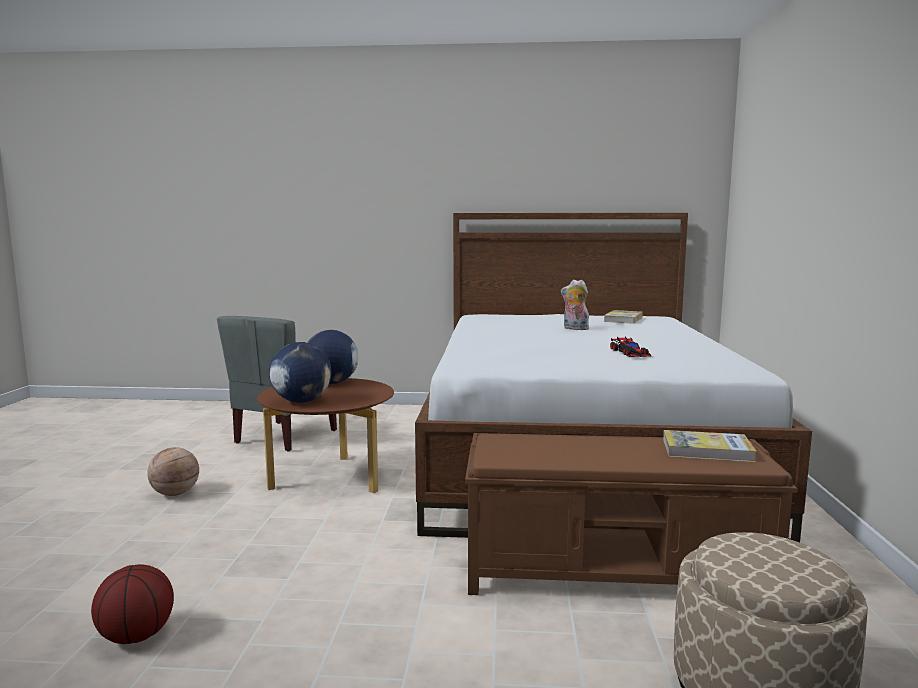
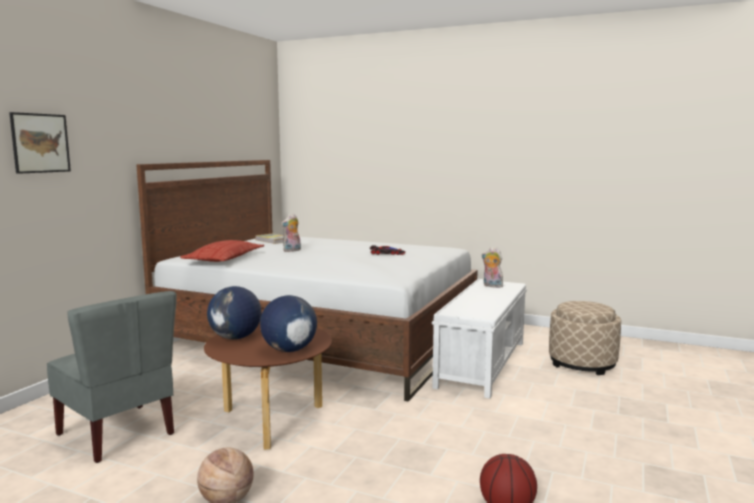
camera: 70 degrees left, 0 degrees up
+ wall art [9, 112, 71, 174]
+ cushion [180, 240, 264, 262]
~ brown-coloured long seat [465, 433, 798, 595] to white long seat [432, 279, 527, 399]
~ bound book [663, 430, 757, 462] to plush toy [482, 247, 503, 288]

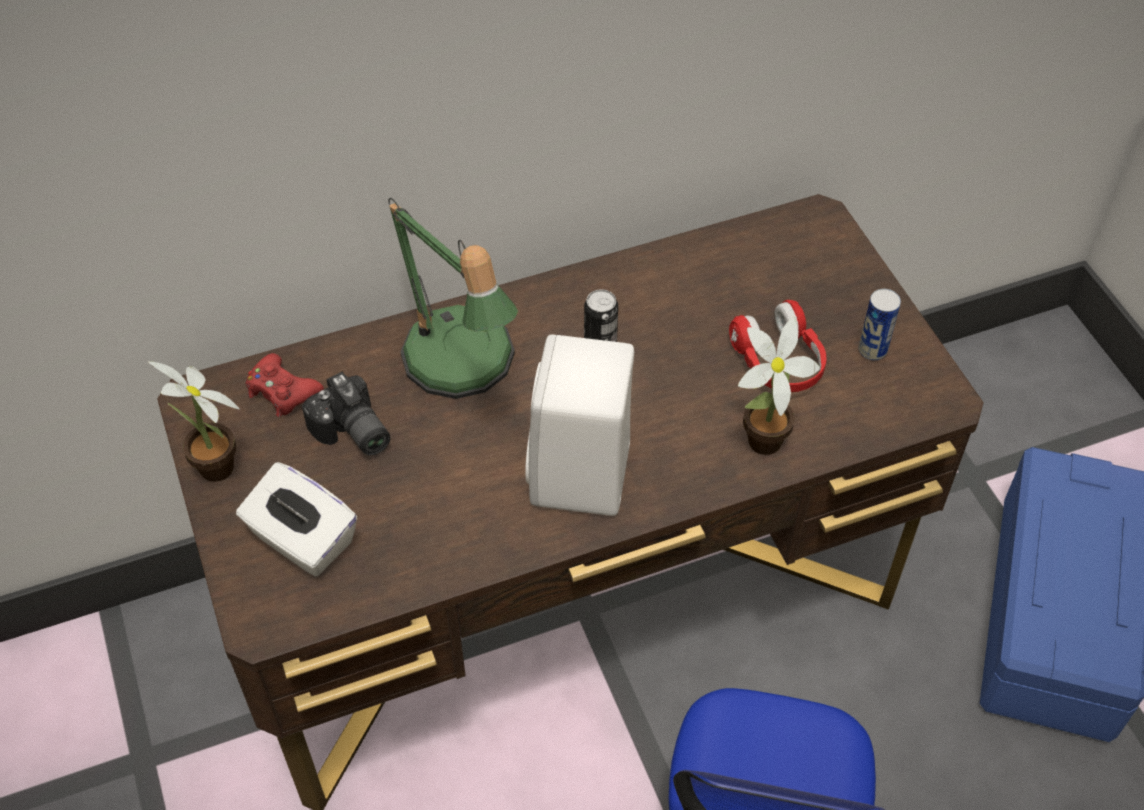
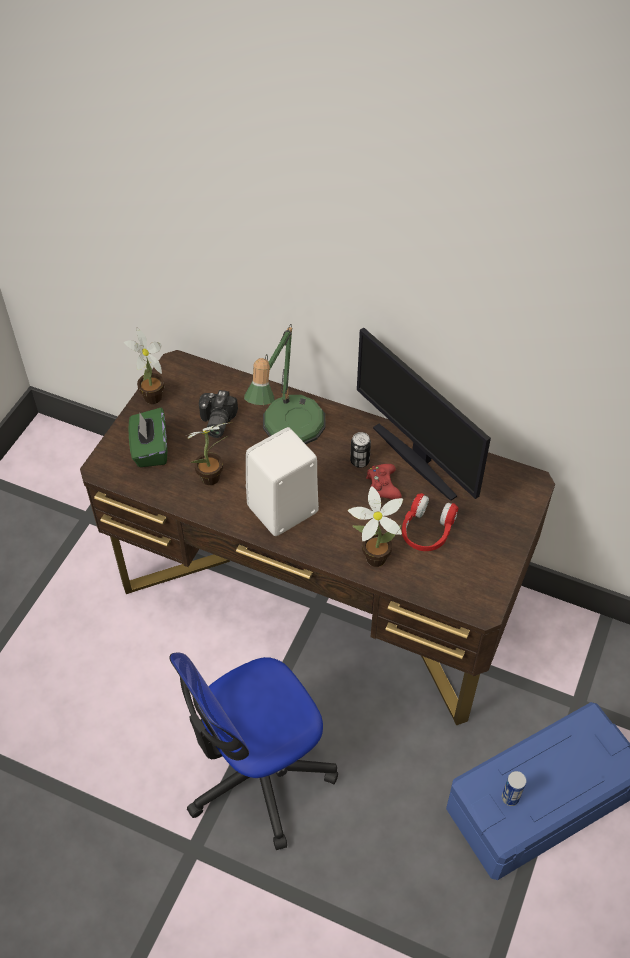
camera: 45 degrees right, 0 degrees up
~ white tissue holder [236, 462, 357, 577] to green tissue holder [129, 408, 167, 467]
+ plant in a pot [186, 422, 233, 485]
+ computer screen [357, 328, 491, 501]
~ reddish game controller [245, 353, 324, 417] to [366, 464, 402, 500]
~ can [858, 289, 901, 360] to [502, 771, 526, 806]

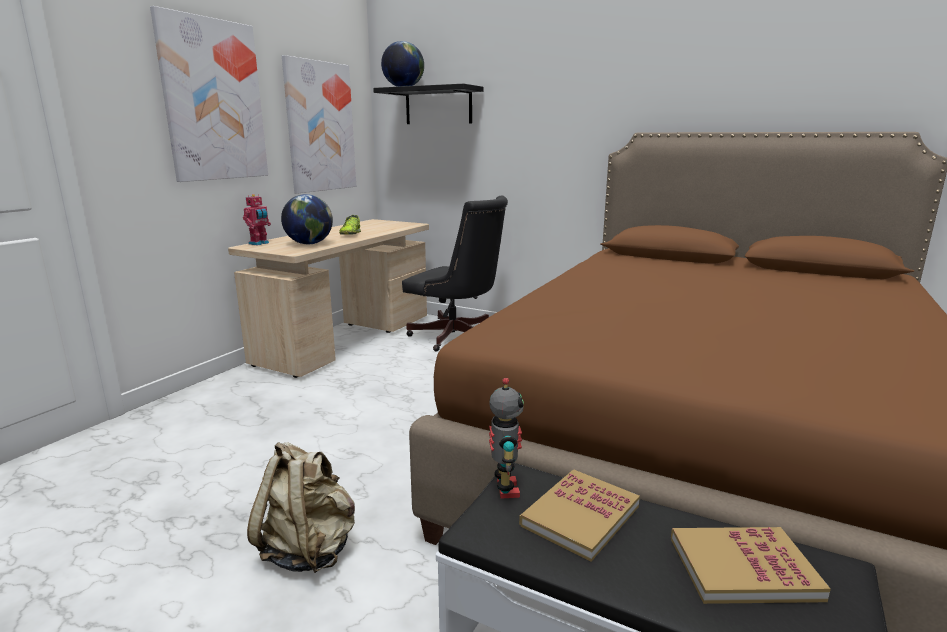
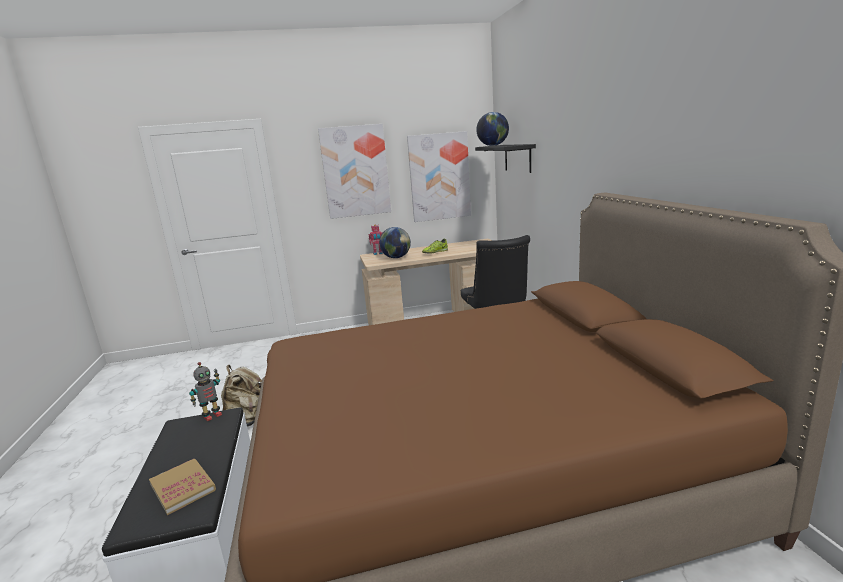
camera: 50 degrees right, 0 degrees up
- bound book [519, 470, 640, 562]

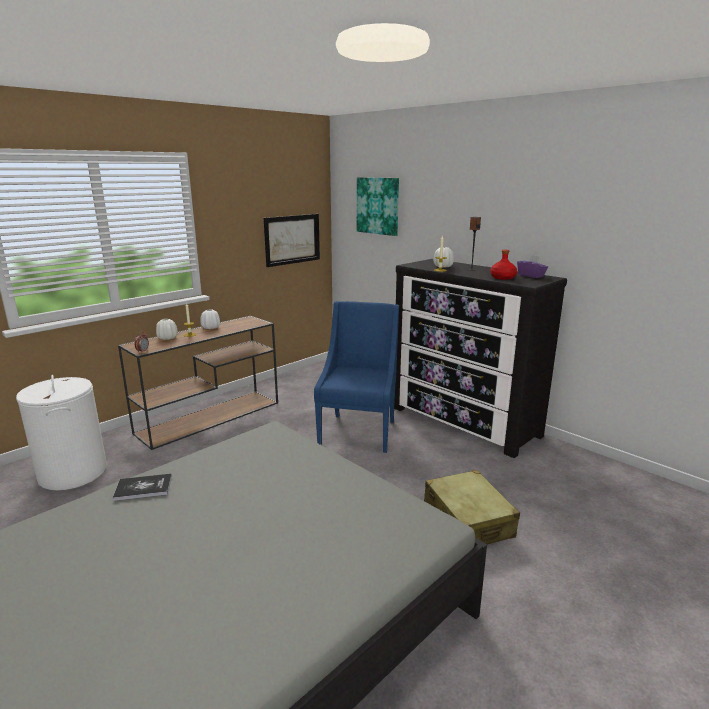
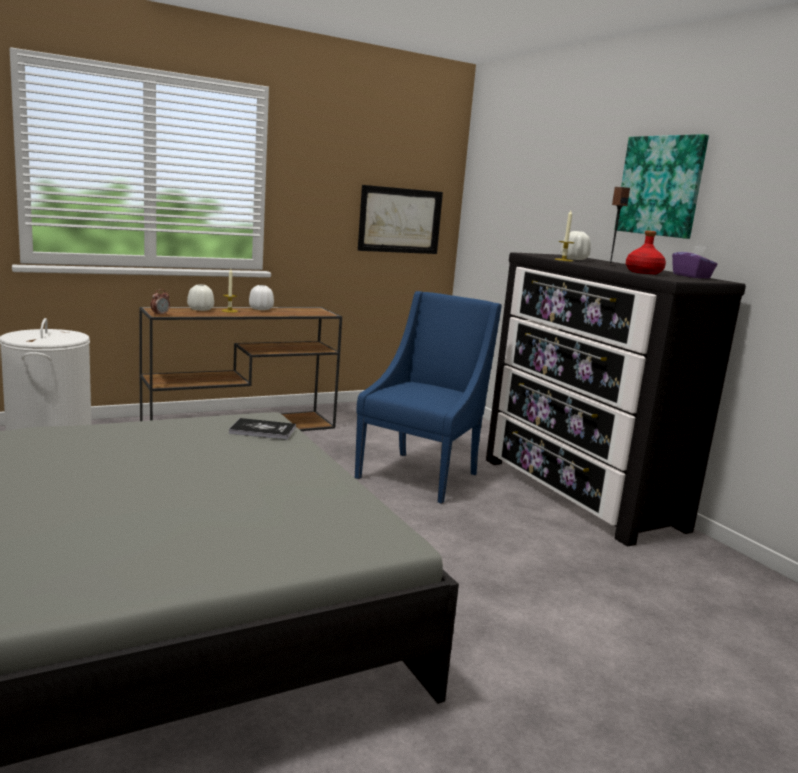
camera: 15 degrees right, 5 degrees down
~ bound book [113, 474, 172, 501] to [229, 418, 296, 440]
~ wall art [357, 177, 399, 236] to [614, 134, 709, 239]
- beige-coloured travel case [424, 470, 520, 545]

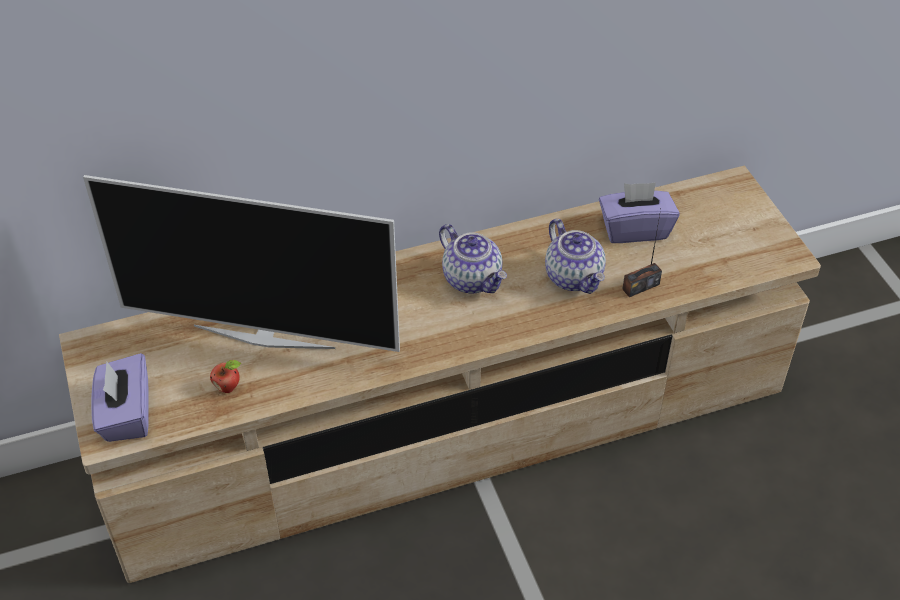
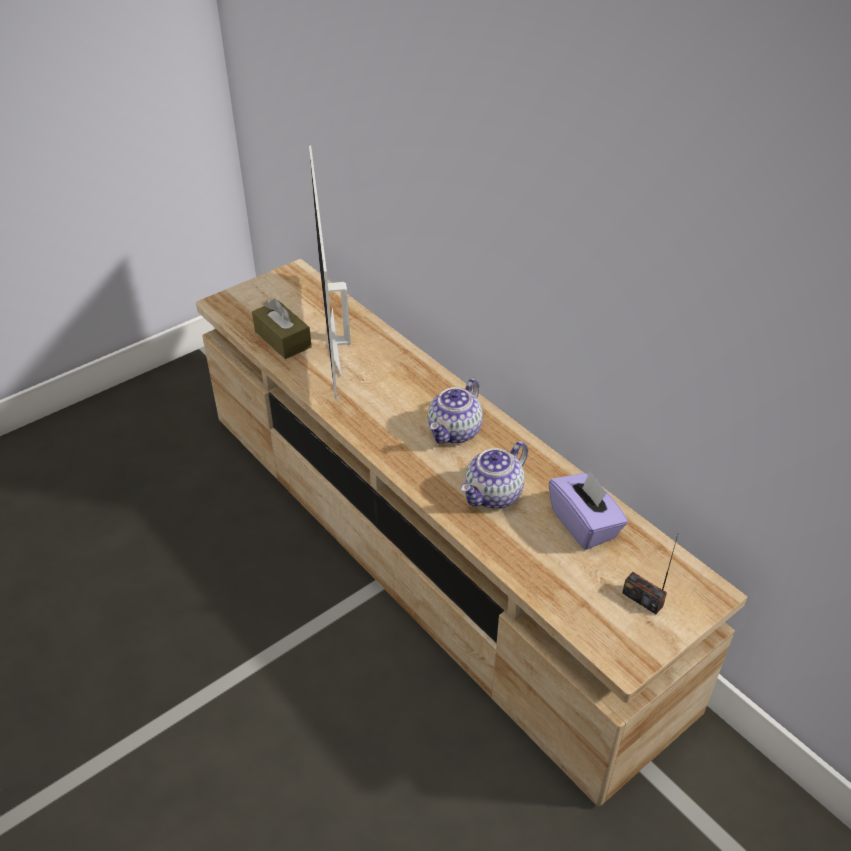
camera: 70 degrees right, 5 degrees down
~ apple fruit [210, 360, 241, 393] to brown-coloured tissue holder [252, 299, 312, 359]
~ radio receiver [622, 210, 662, 297] to [622, 535, 678, 614]
- purple tissue holder [91, 353, 149, 442]

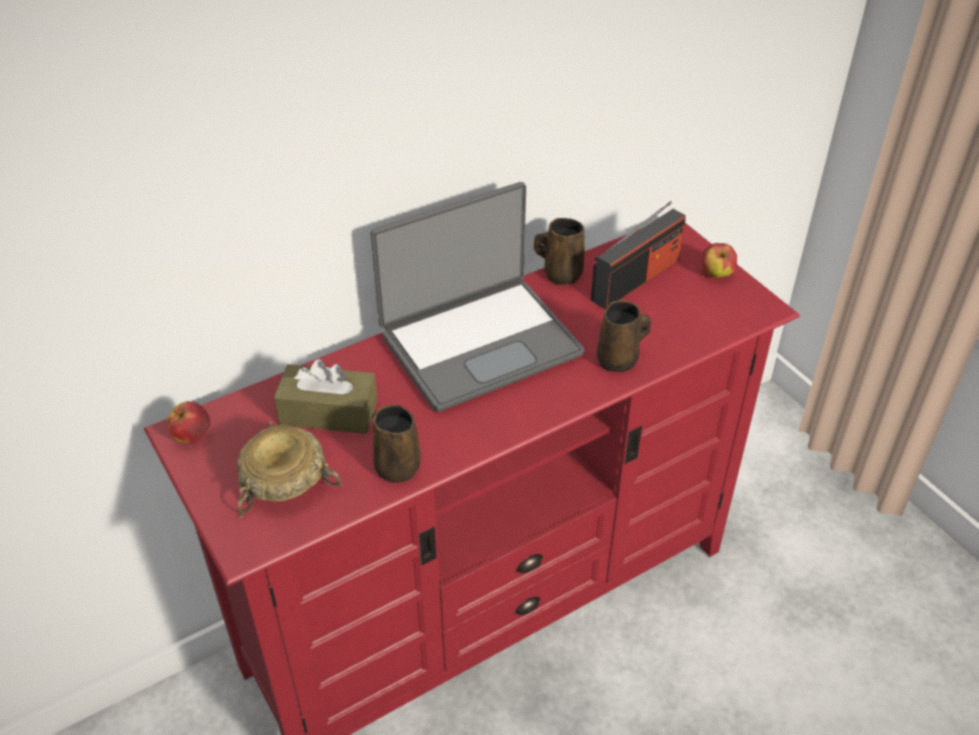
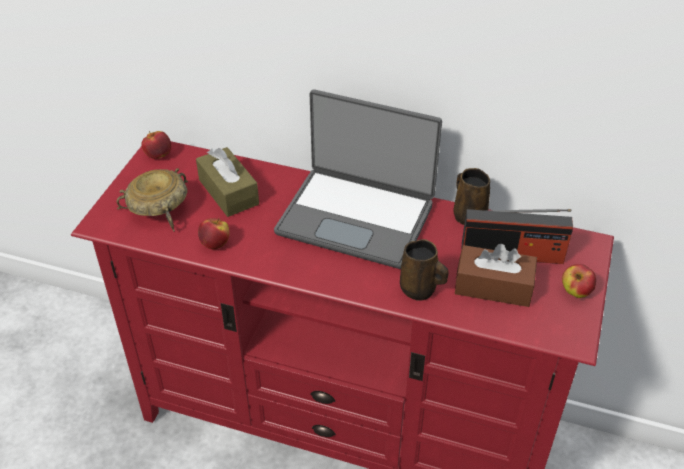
camera: 50 degrees right, 0 degrees up
~ brown-coloured coffee mug [372, 404, 421, 483] to apple fruit [198, 218, 229, 249]
+ brown-coloured tissue holder [455, 244, 537, 307]

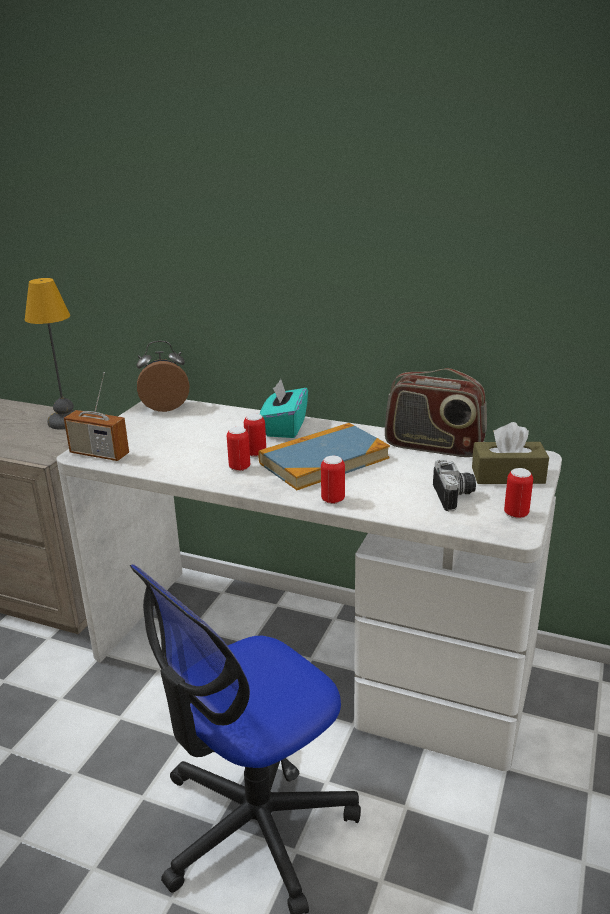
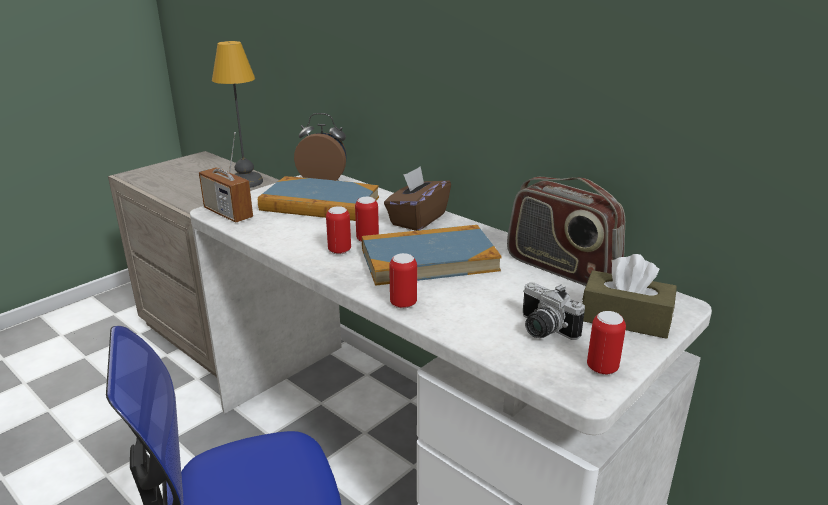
camera: 20 degrees right, 0 degrees up
+ bound book [258, 176, 379, 221]
~ turquoise tissue holder [260, 379, 308, 438] to brown-coloured tissue holder [384, 166, 451, 231]
~ still camera [433, 459, 476, 511] = [523, 283, 585, 340] 120 degrees clockwise

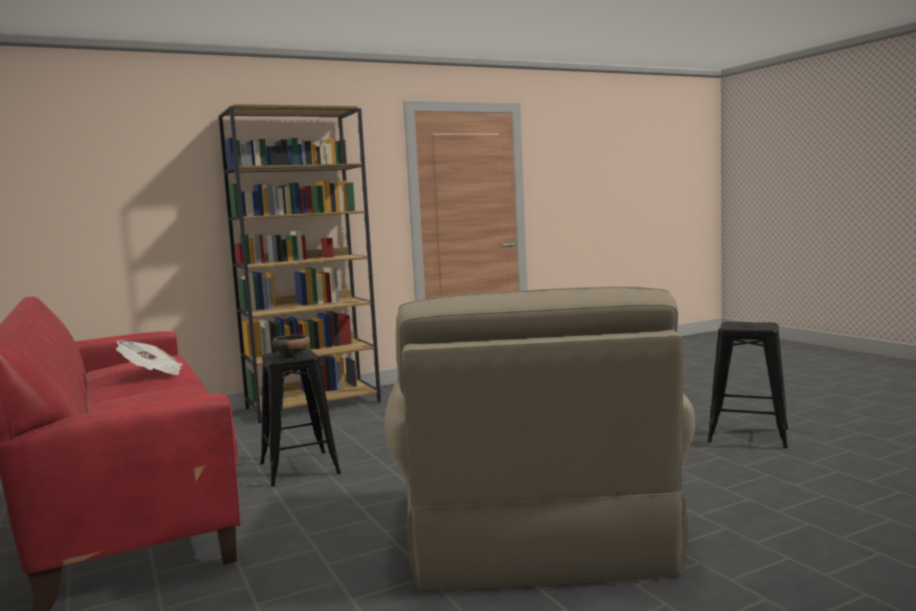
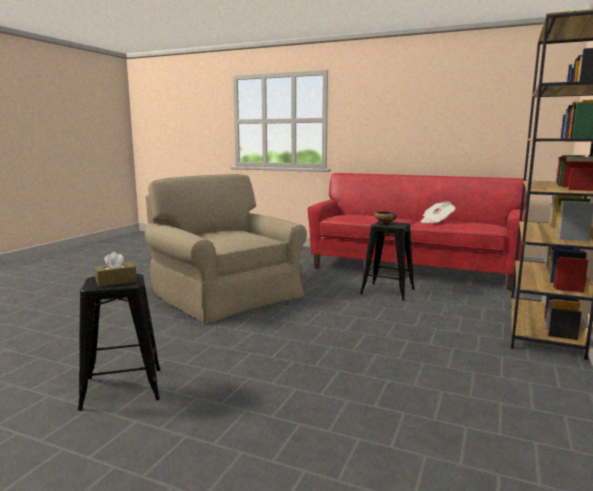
camera: 140 degrees right, 5 degrees up
+ brown-coloured tissue holder [95, 252, 137, 287]

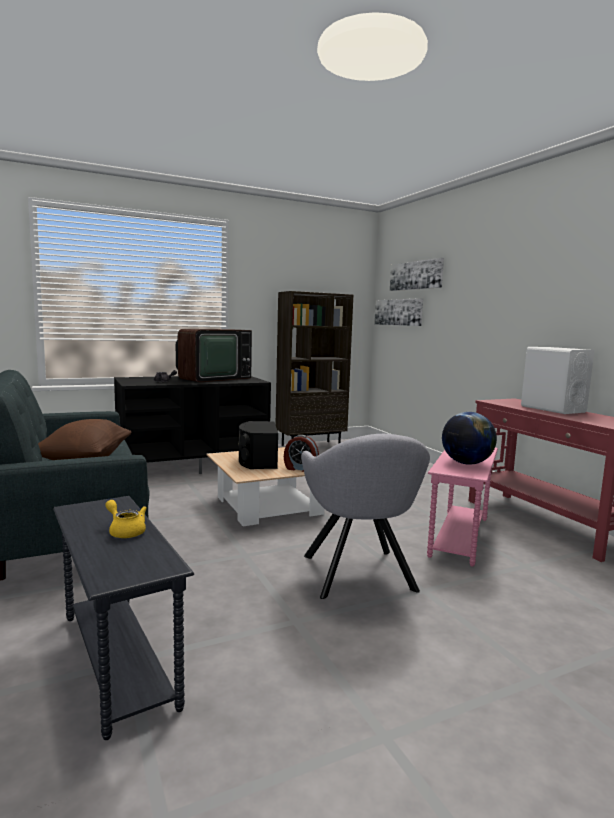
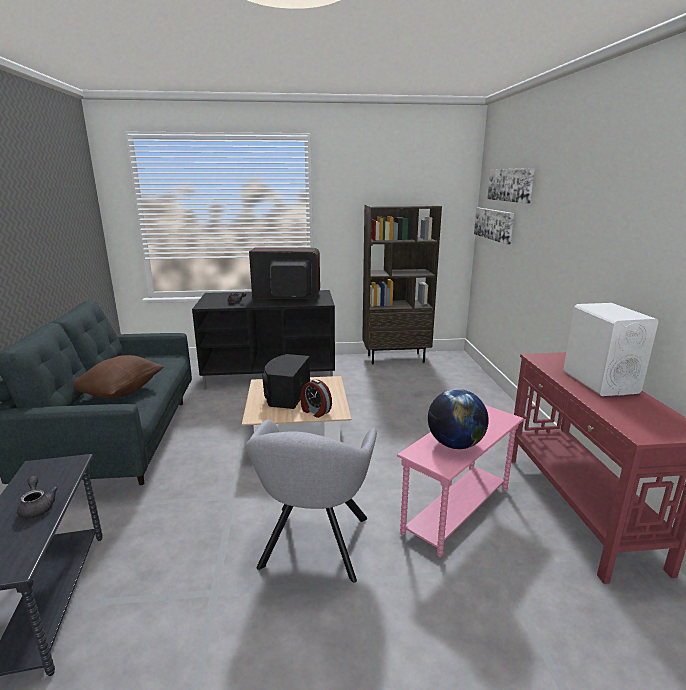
camera: 20 degrees right, 10 degrees up
~ yellow-coloured tea pot [106, 500, 147, 538] to grey tea pot [17, 476, 58, 519]
~ TV [176, 329, 252, 382] = [249, 247, 320, 299] 150 degrees counterclockwise

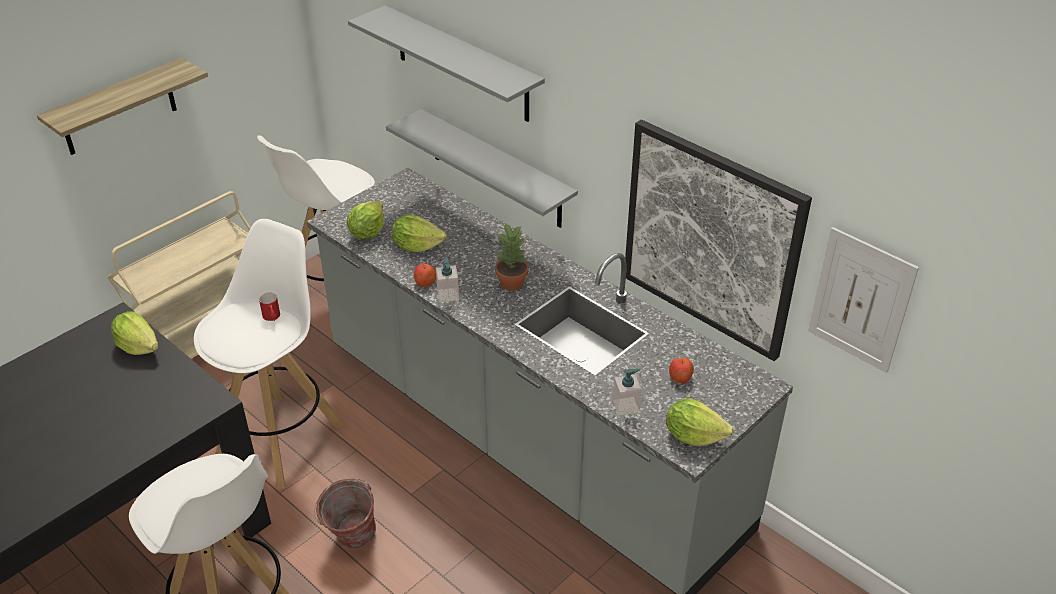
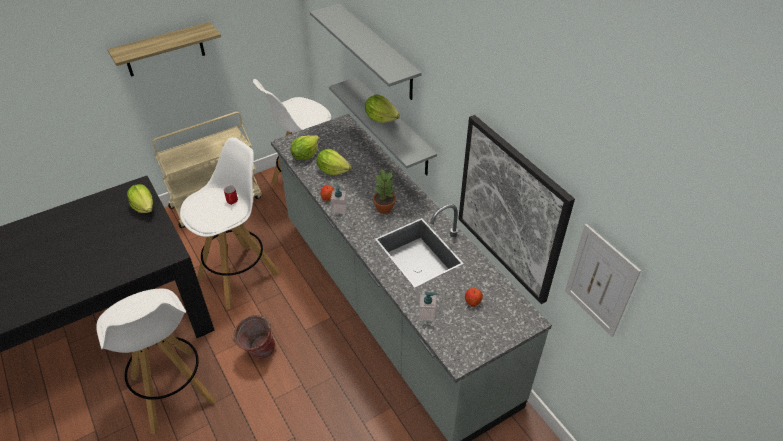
camera: 15 degrees right, 5 degrees up
~ lettuce [666, 398, 734, 446] to [365, 94, 400, 123]

